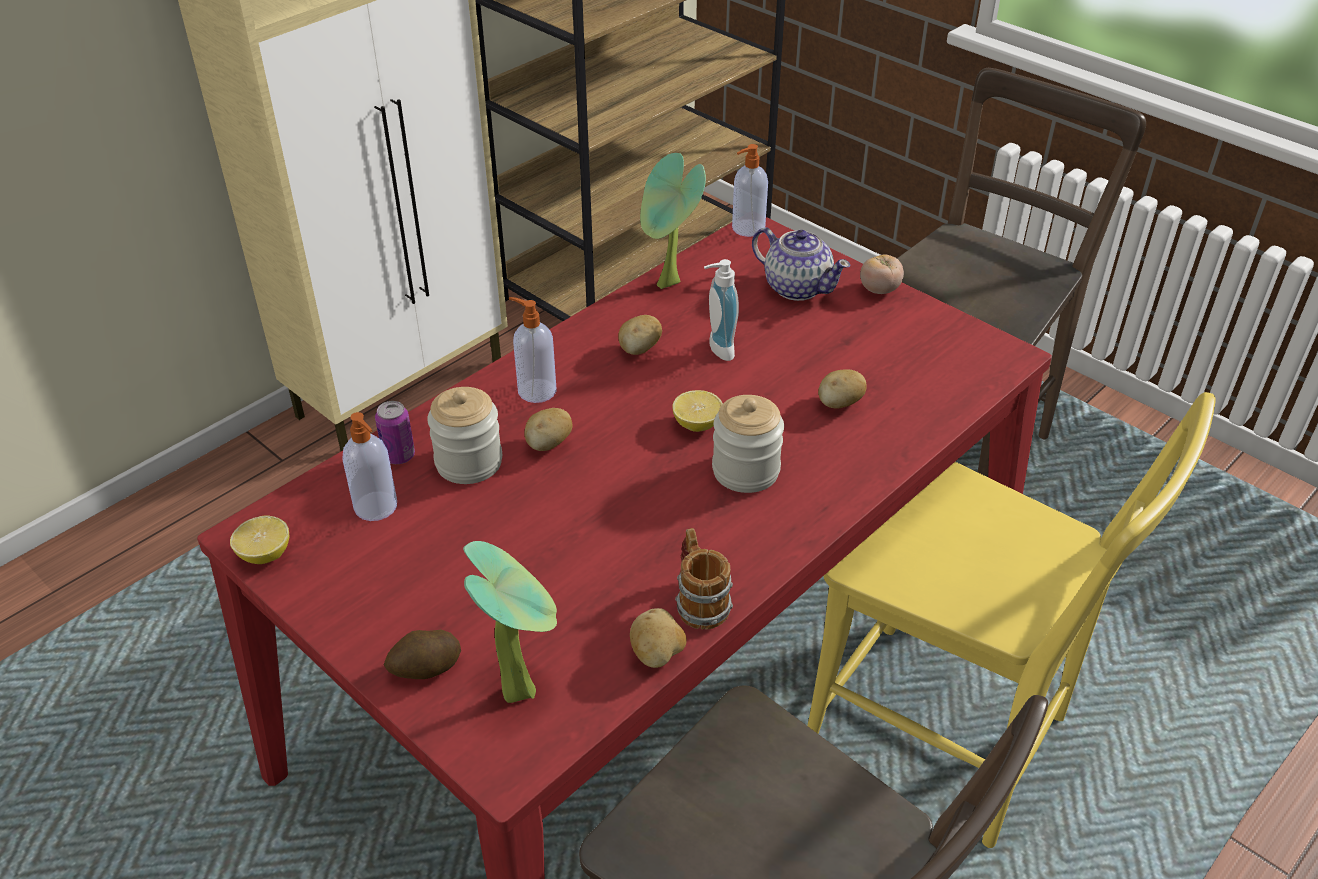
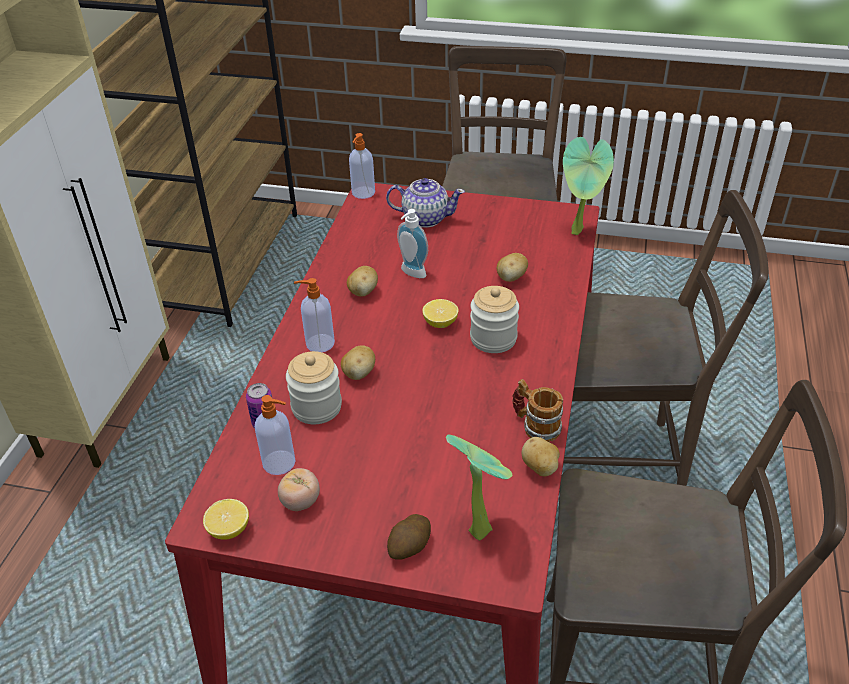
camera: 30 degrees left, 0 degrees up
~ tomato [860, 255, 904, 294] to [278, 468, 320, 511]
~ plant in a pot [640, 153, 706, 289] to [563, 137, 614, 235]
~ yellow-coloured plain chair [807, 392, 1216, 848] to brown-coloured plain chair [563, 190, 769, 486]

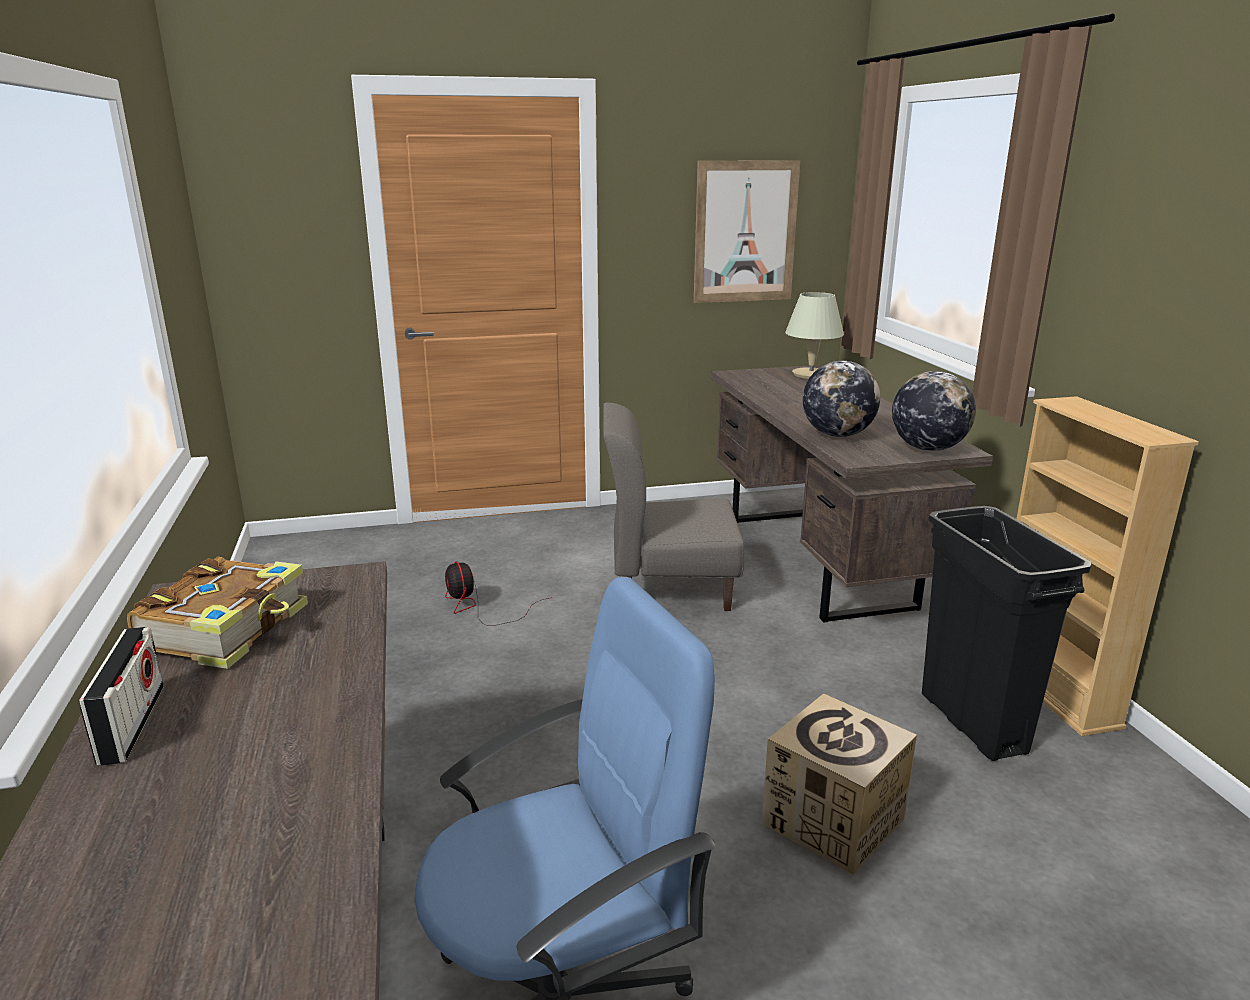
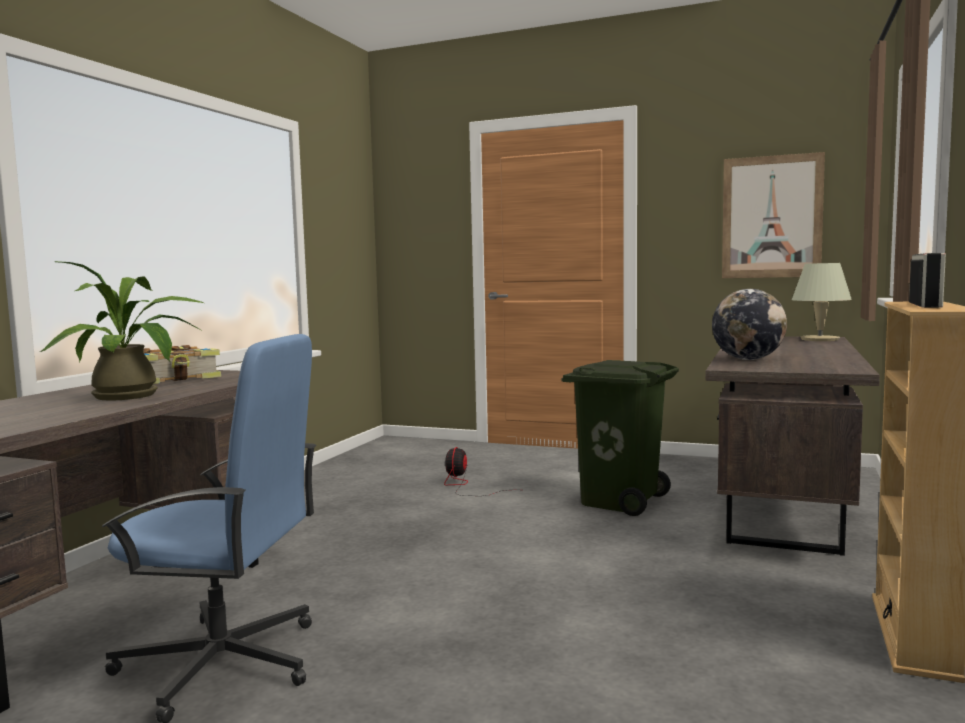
camera: 35 degrees right, 15 degrees down
+ plant in a pot [40, 261, 204, 400]
~ grey plain chair [603, 402, 744, 611] to green waste bin [561, 360, 679, 516]
~ radio receiver [79, 627, 164, 766] to [909, 253, 946, 308]
- packing box [762, 693, 917, 875]
- desk globe [892, 371, 976, 451]
- black waste bin [922, 506, 1092, 761]

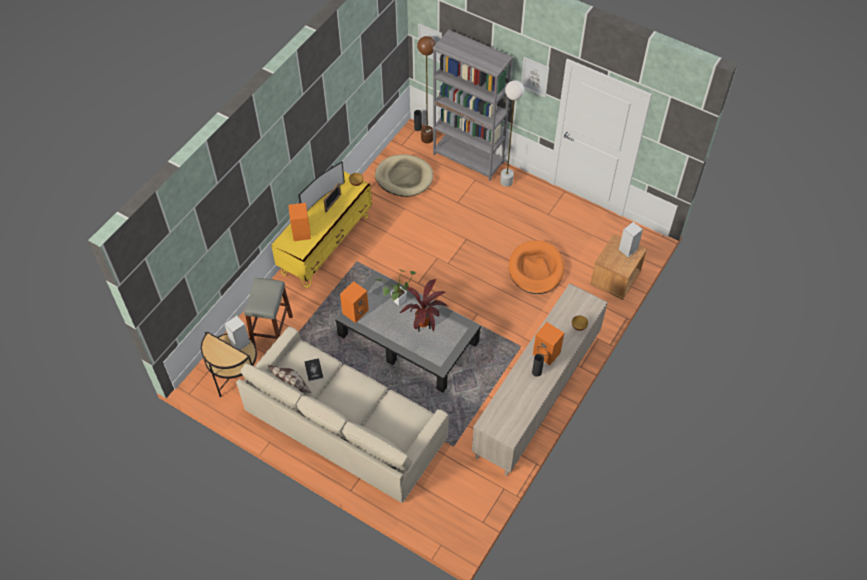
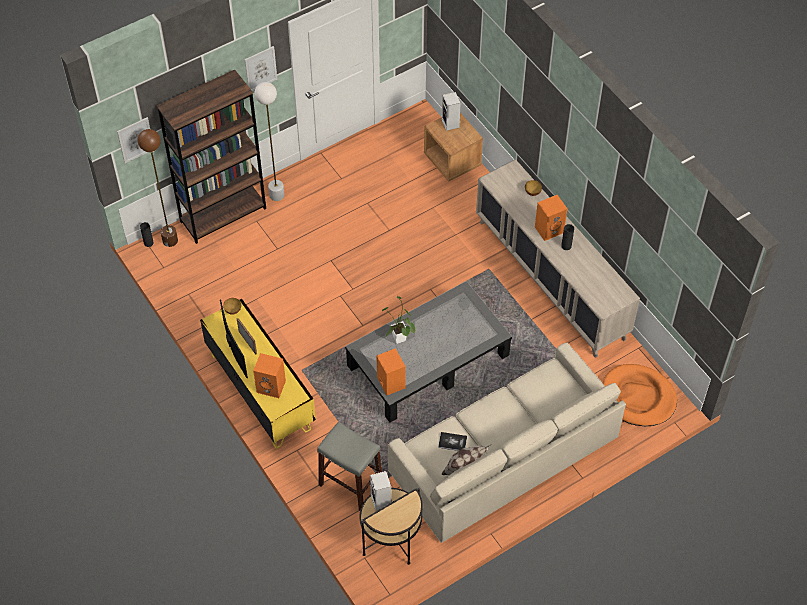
camera: 65 degrees left, 0 degrees up
~ grey bookcase [433, 30, 513, 181] to brown-coloured bookcase [157, 70, 266, 244]
~ orange dog bed [509, 240, 564, 294] to [603, 364, 677, 426]
- beige-coloured dog bed [375, 154, 433, 197]
- plant in a pot [400, 279, 448, 331]

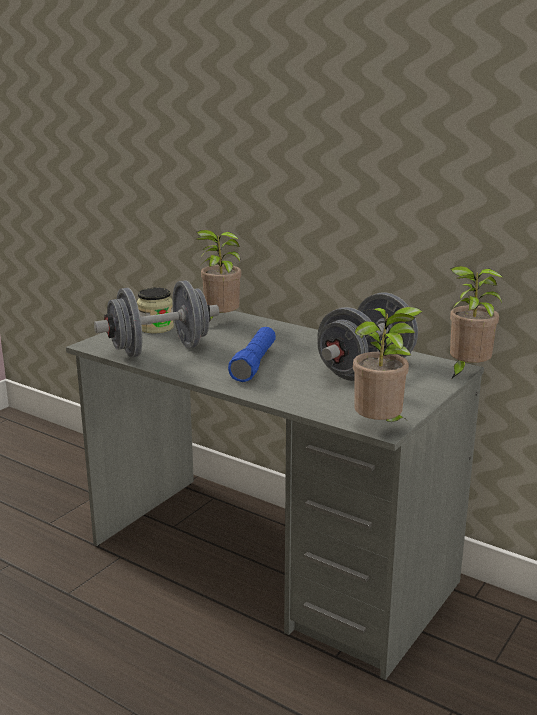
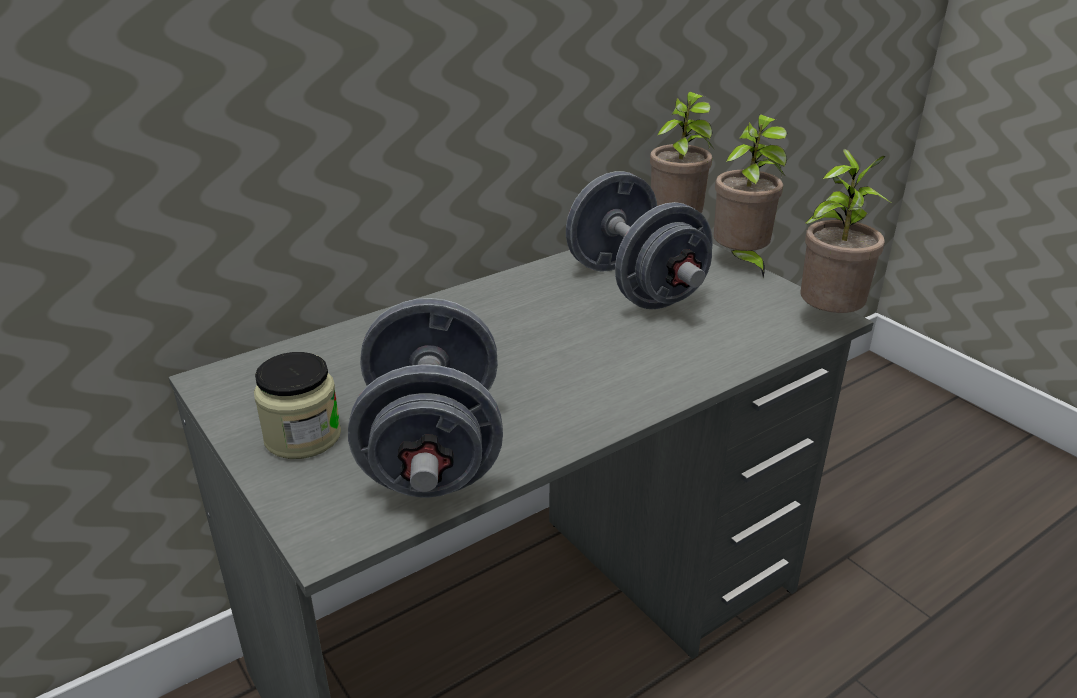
camera: 70 degrees left, 10 degrees up
~ plant in a pot [197, 230, 241, 319] to [714, 114, 787, 278]
- blue torch [228, 327, 276, 382]

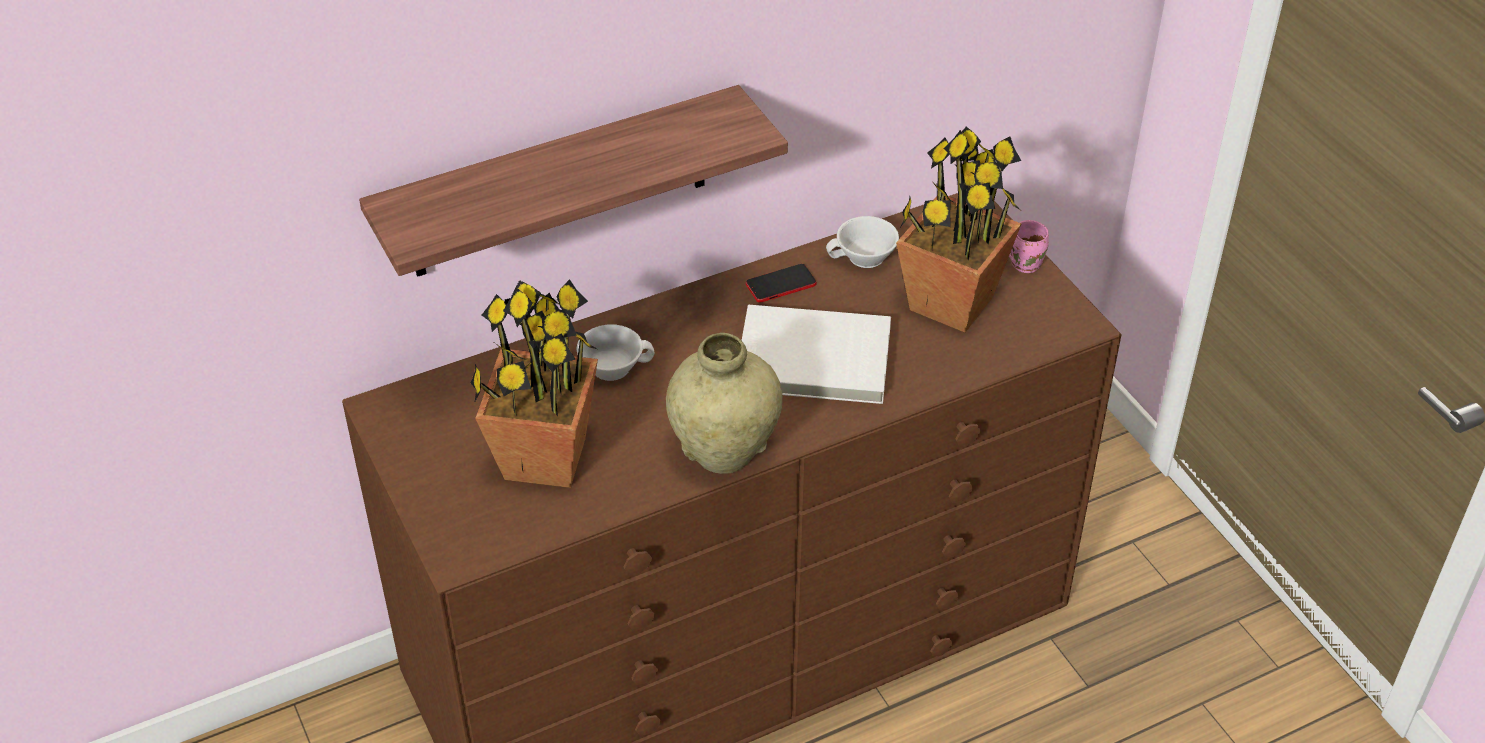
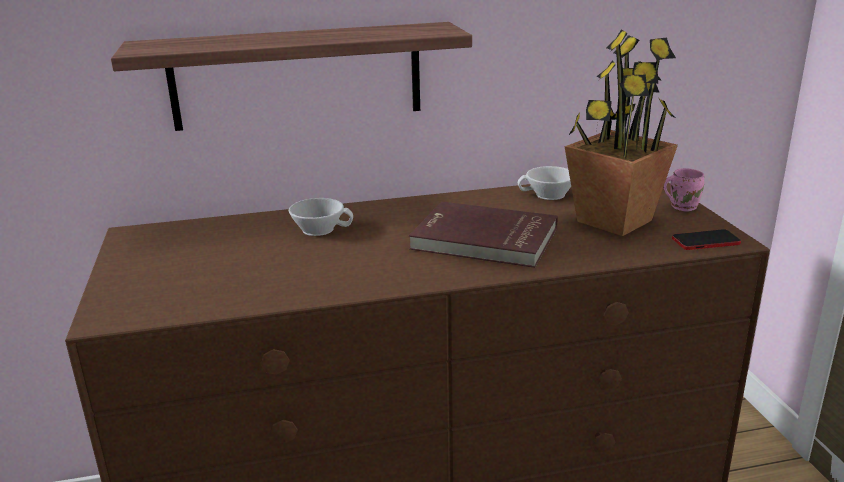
camera: 15 degrees right, 20 degrees down
~ white bound book [742, 305, 891, 404] to reddish bound book [409, 202, 558, 268]
~ telephone [746, 264, 817, 302] to [672, 229, 741, 250]
- plant in a pot [471, 279, 598, 488]
- beige-coloured vase [666, 333, 783, 474]

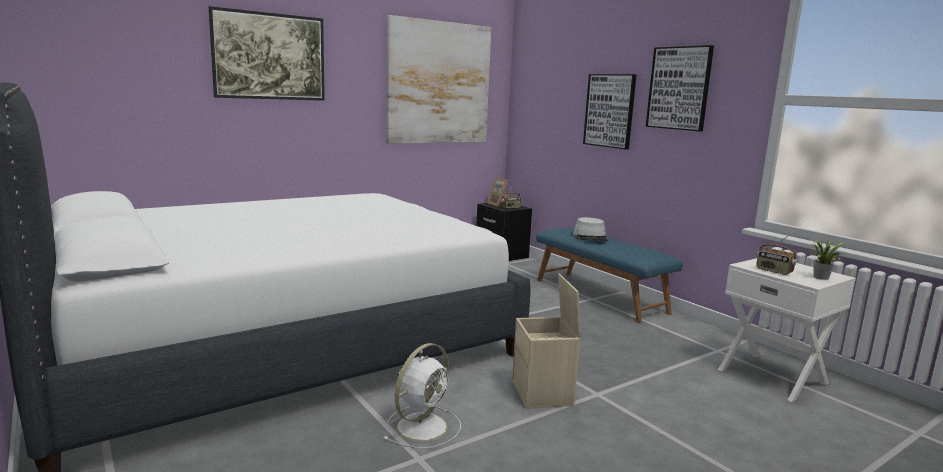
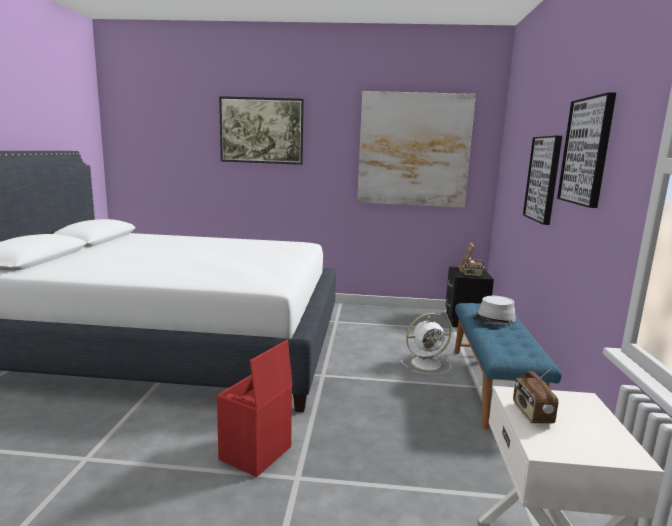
camera: 40 degrees right, 0 degrees up
~ beige-coloured storage box [512, 273, 581, 409] to reddish storage box [217, 340, 292, 477]
~ white fan [384, 343, 461, 449] to [400, 313, 451, 374]
- plant in a pot [805, 237, 845, 280]

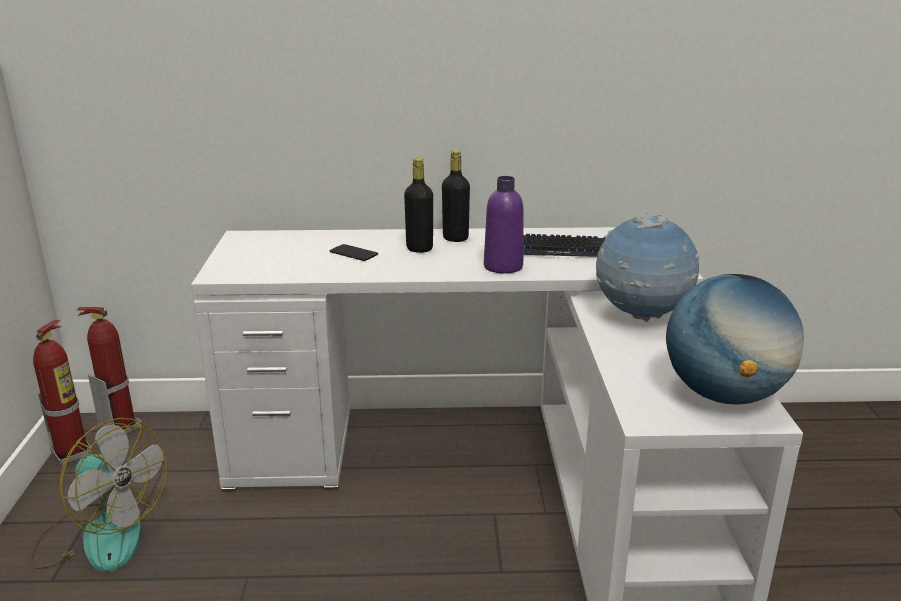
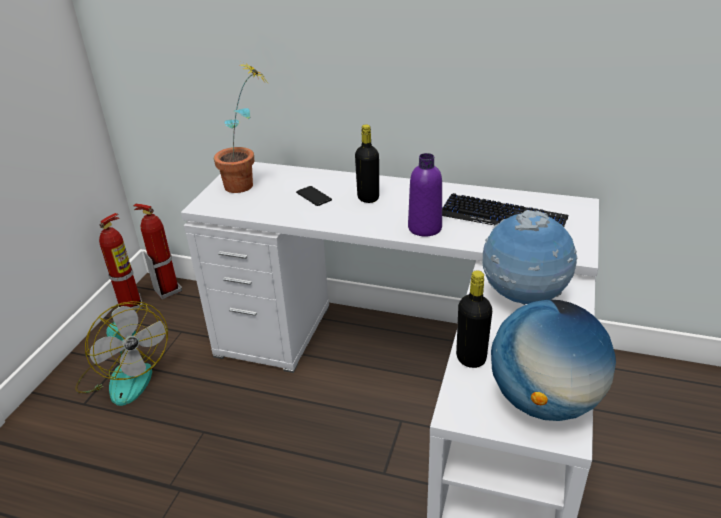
camera: 20 degrees right, 10 degrees up
+ plant in a pot [214, 63, 270, 193]
~ black beverage bottle [442, 150, 470, 242] to [456, 270, 492, 368]

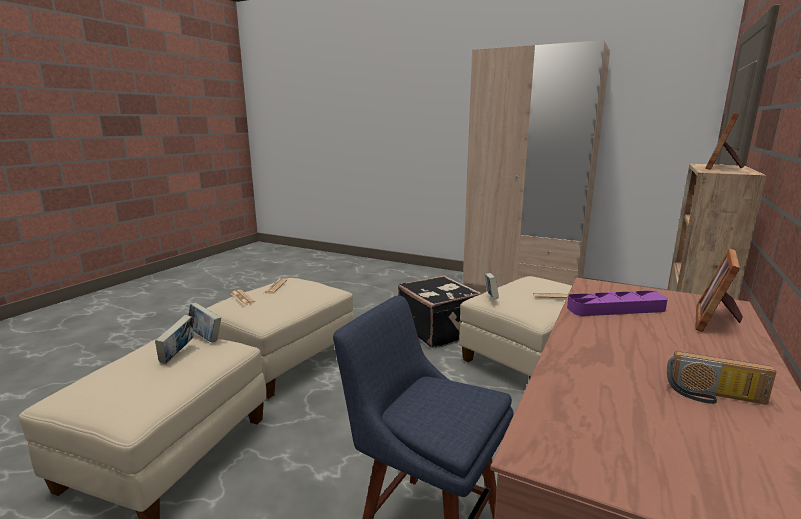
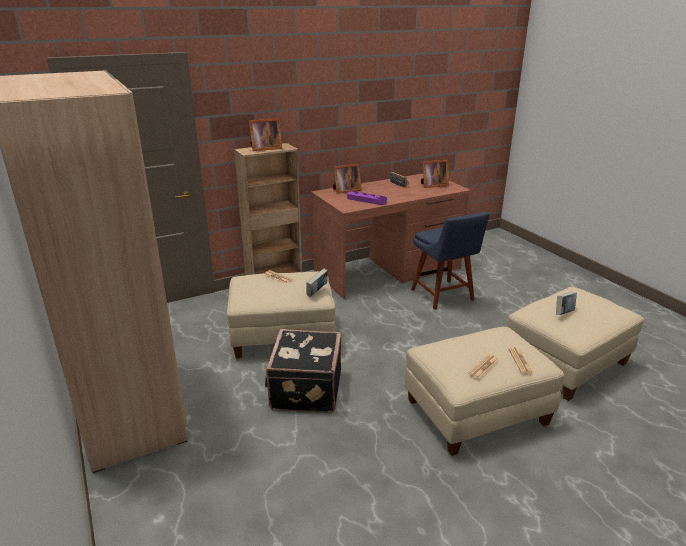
camera: 145 degrees left, 10 degrees up
+ photo frame [421, 160, 449, 188]
- bound book [188, 303, 221, 342]

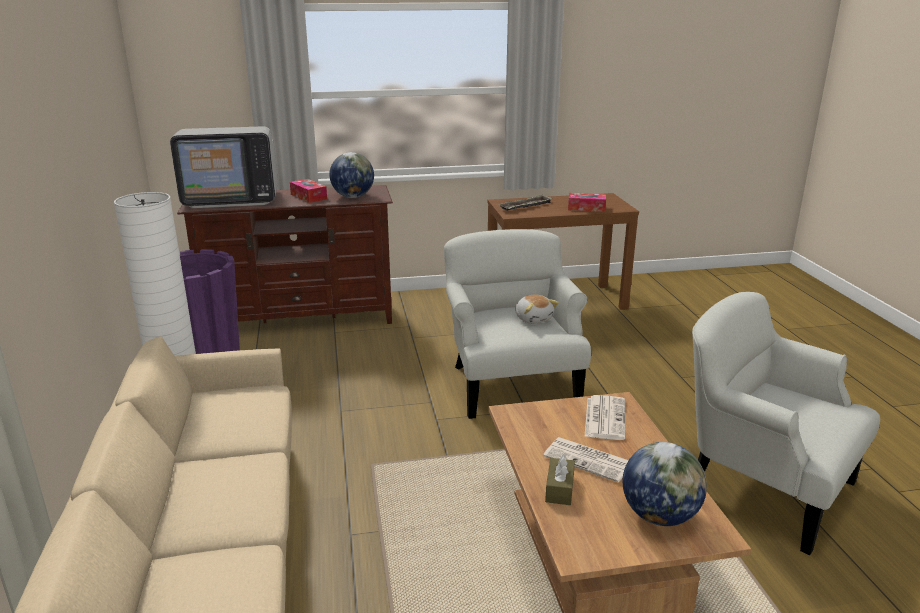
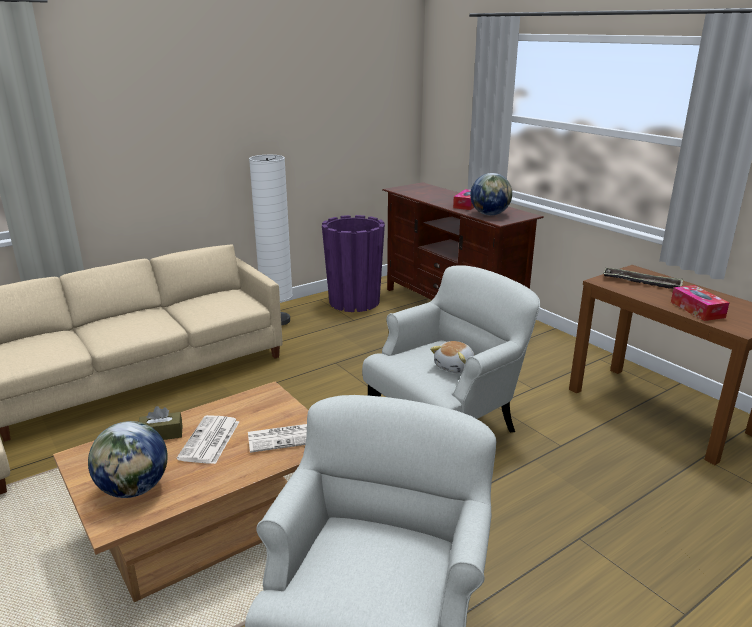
camera: 65 degrees right, 0 degrees up
- TV [170, 127, 278, 208]

